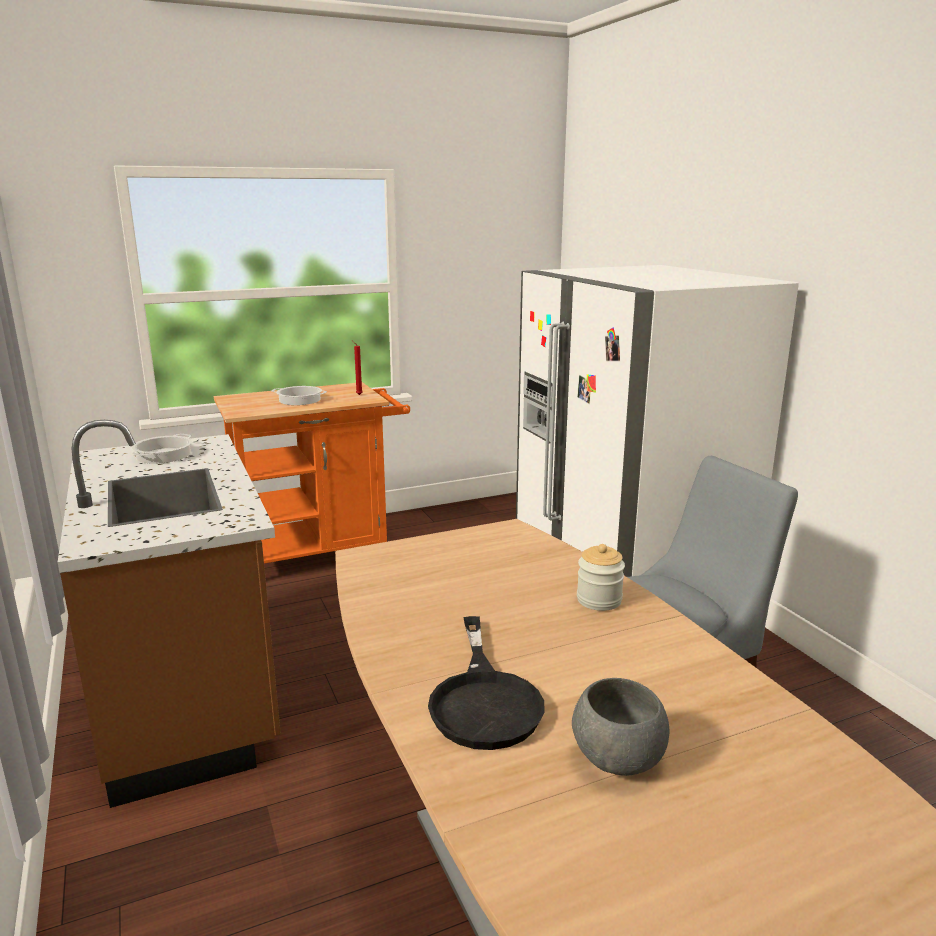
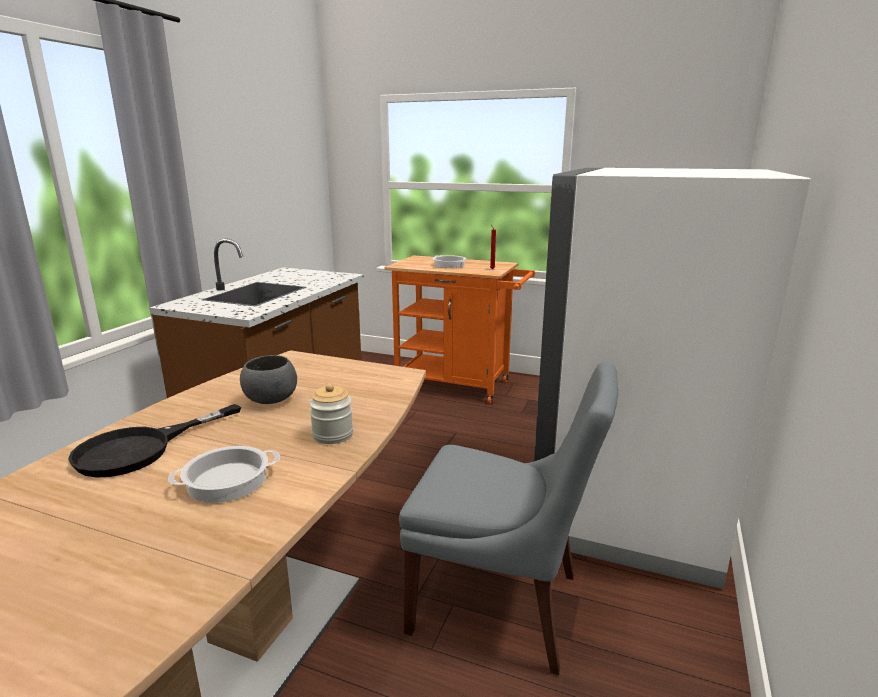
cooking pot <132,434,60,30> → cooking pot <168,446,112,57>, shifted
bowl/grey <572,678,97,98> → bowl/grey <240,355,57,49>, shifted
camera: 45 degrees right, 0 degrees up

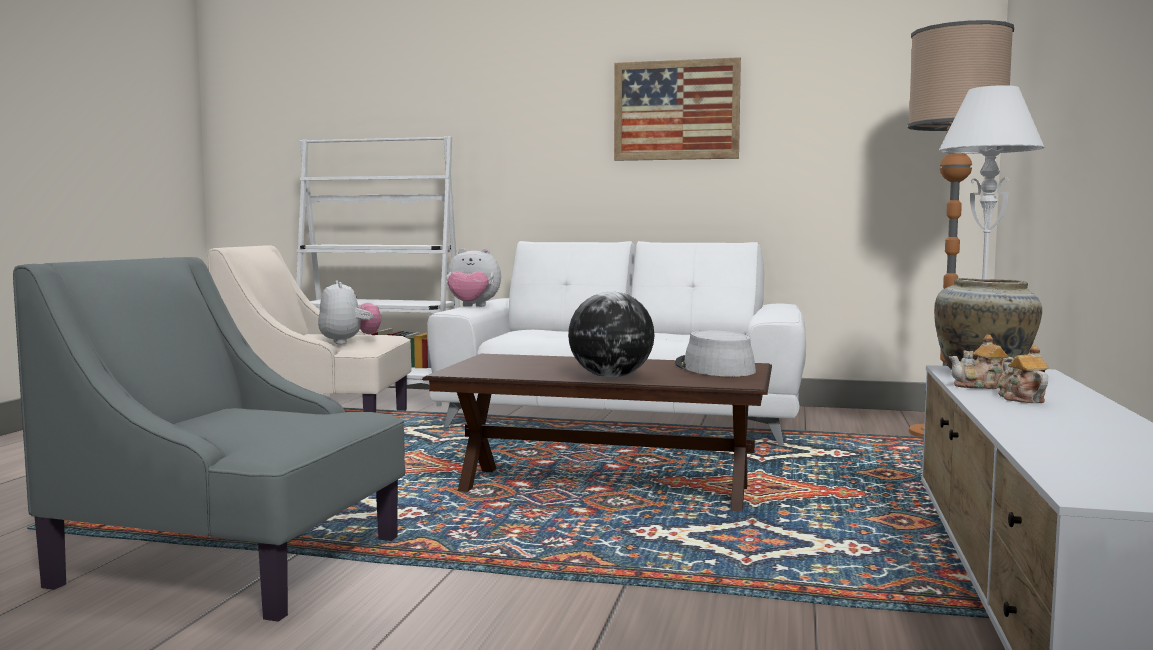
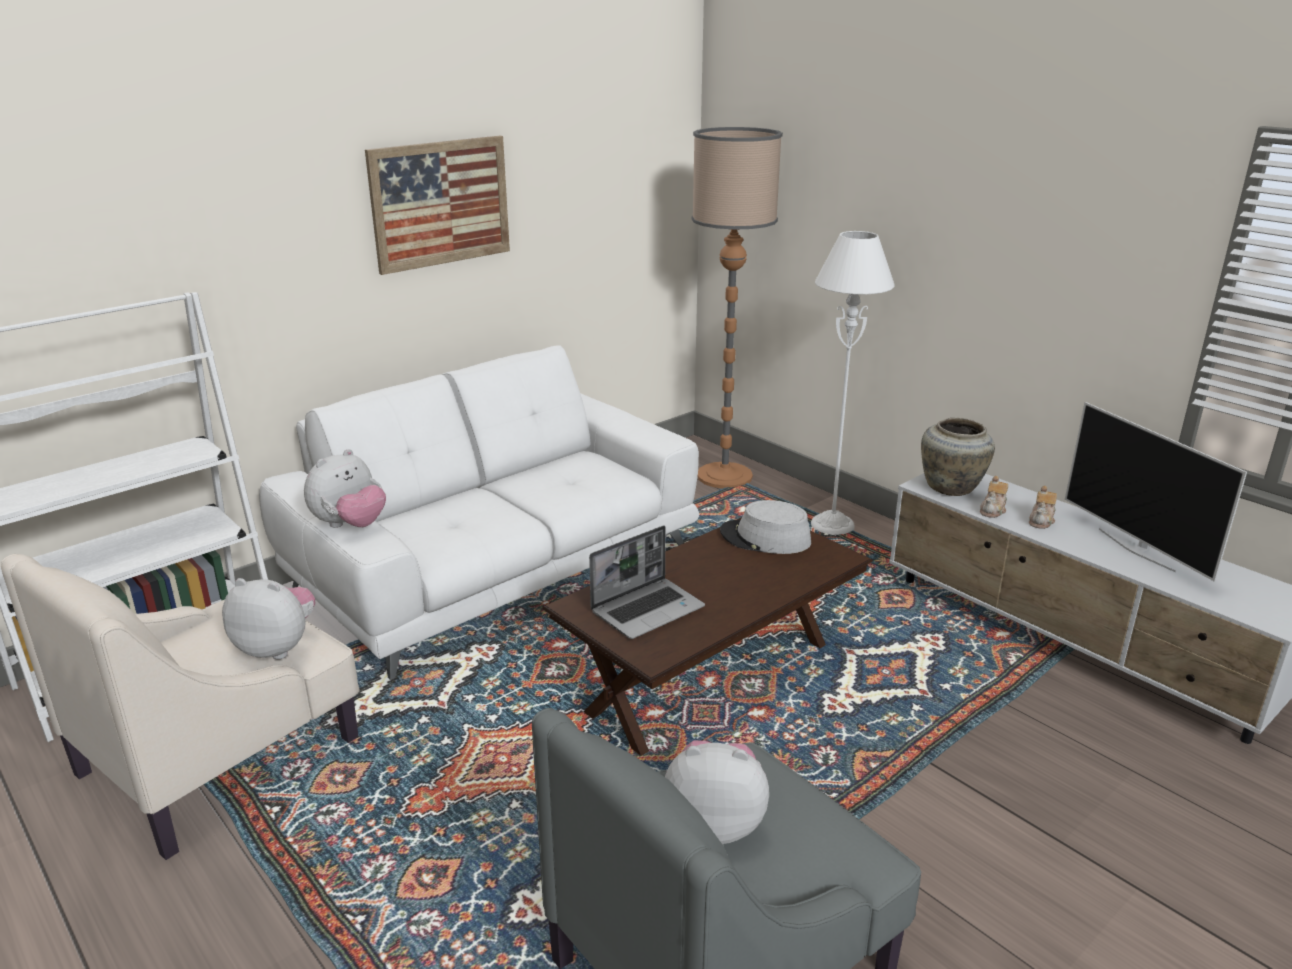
globe <568,292,86,86> → -
teapot <998,345,51,58> → teapot <1029,486,28,43>, 90 degrees counterclockwise
- → laptop <589,526,116,113>
- → plush toy <665,740,104,104>
- → television <1065,402,182,180>
camera: 55 degrees left, 20 degrees up

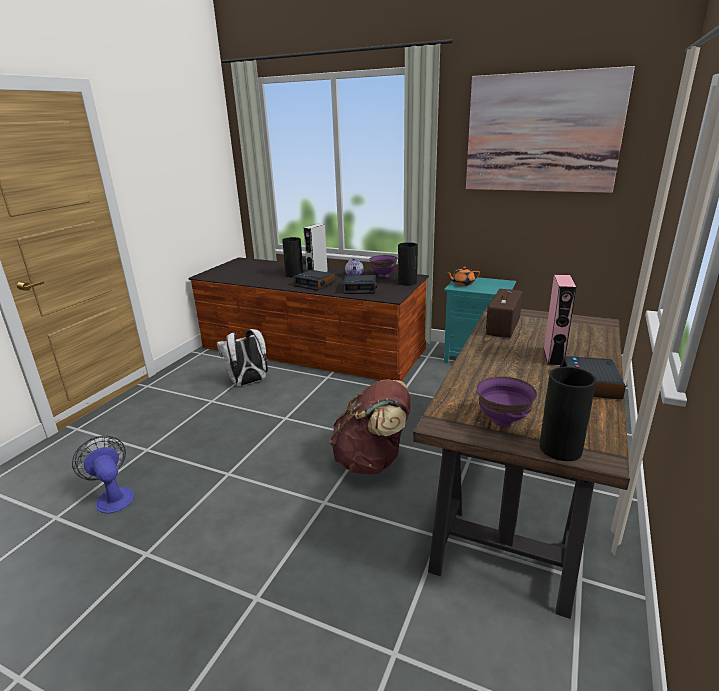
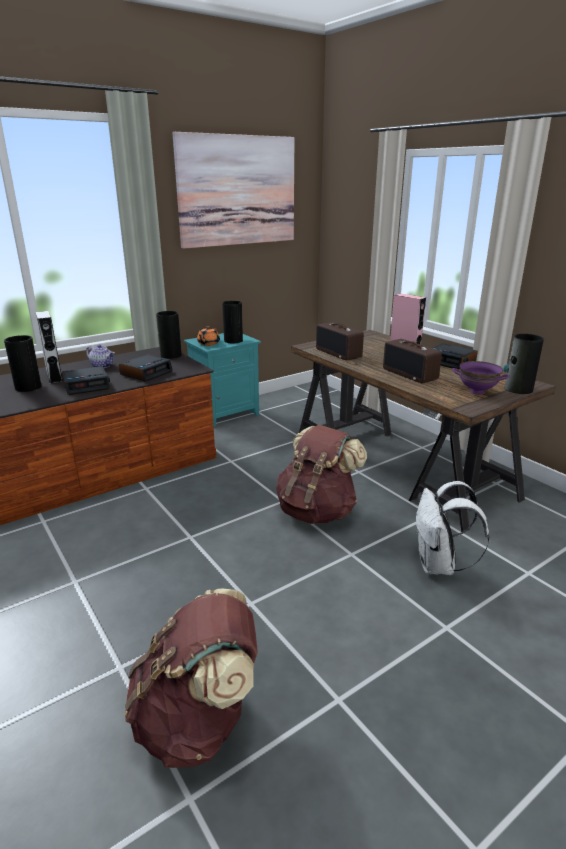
fan <72,435,62,79> → backpack/brown <124,588,134,180>
backpack/white <217,329,51,57> → backpack/white <416,481,73,94>, shifted
bowl/purple <370,255,28,22> → -
- → vase <222,301,21,43>
- → radio <383,339,59,44>
camera: 60 degrees left, 0 degrees up

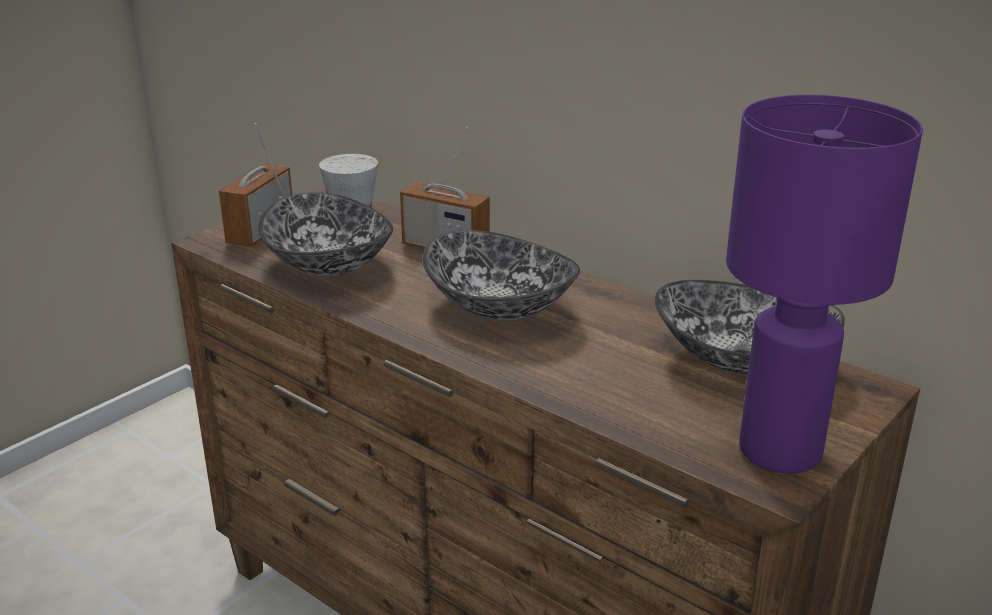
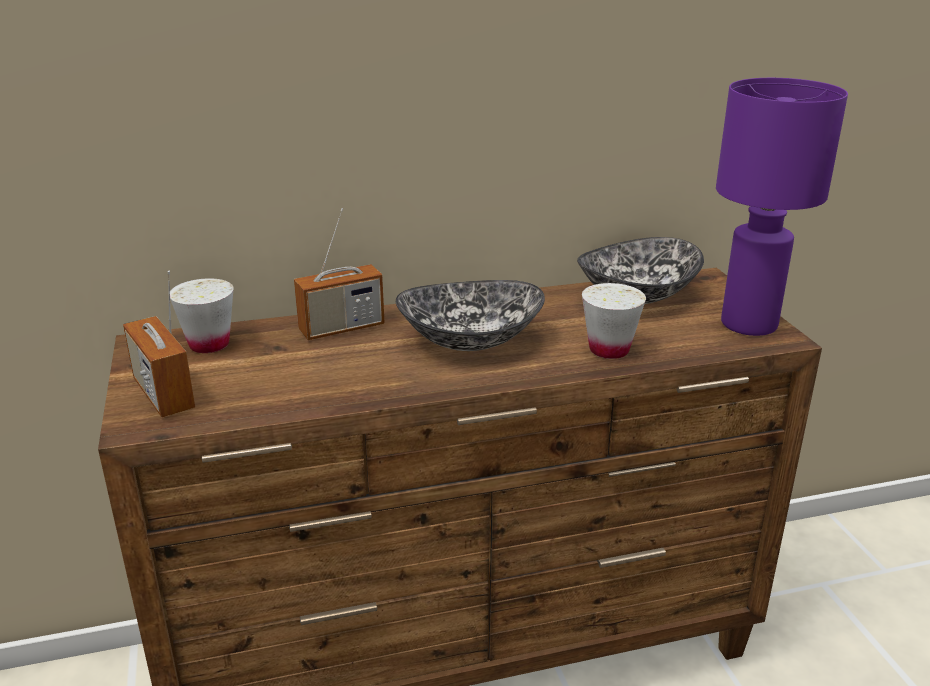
bowl <258,192,135,85> → -
- → cup/white <582,283,64,76>
camera: 55 degrees left, 0 degrees up

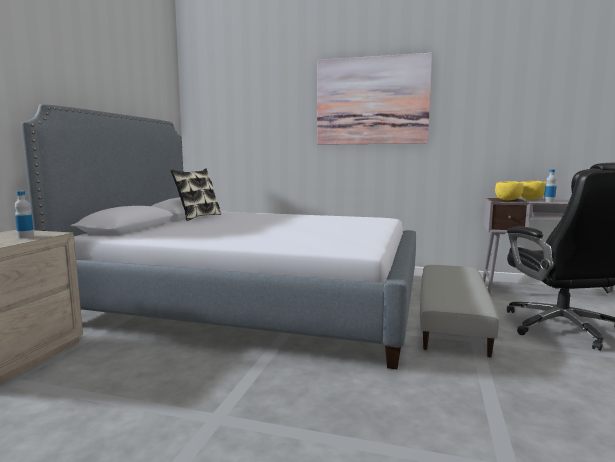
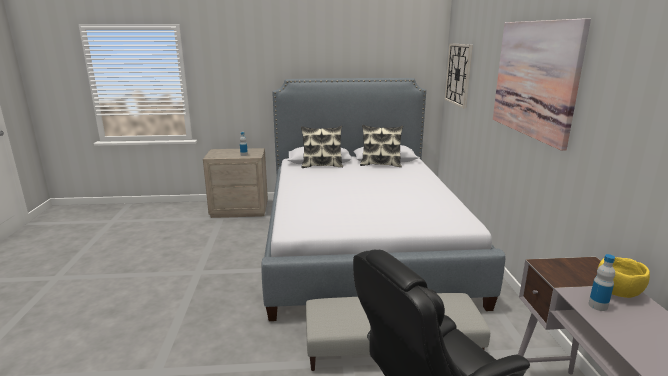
bowl/yellow <495,181,28,19> → -
- → pillow <301,126,42,42>
- → wall clock <445,43,28,66>
camera: 70 degrees right, 10 degrees up

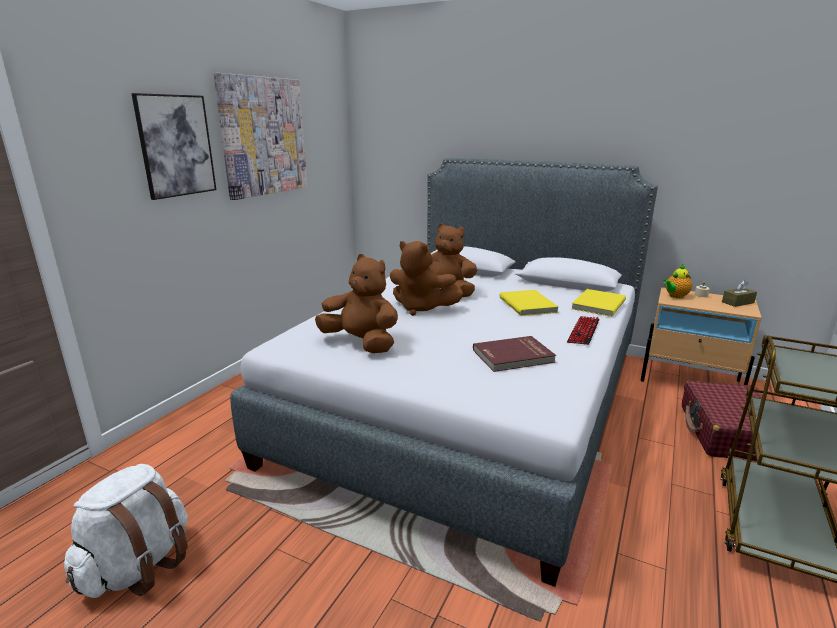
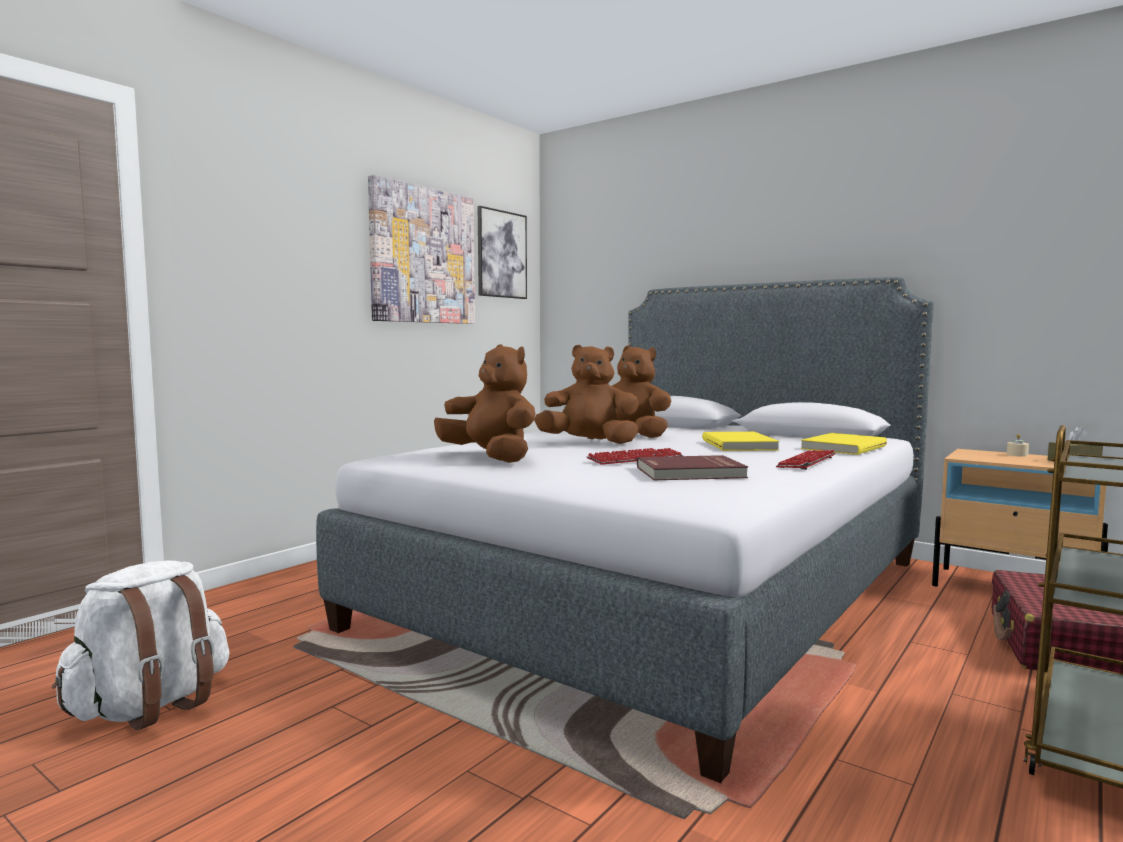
picture <131,93,86,107> → picture <478,206,49,93>, shifted
plush toy/brown <390,241,73,75> → plush toy/brown <534,345,105,99>, 150 degrees clockwise
teapot <663,264,29,34> → -
- → keyboard <587,448,96,17>
camera: 10 degrees right, 15 degrees down

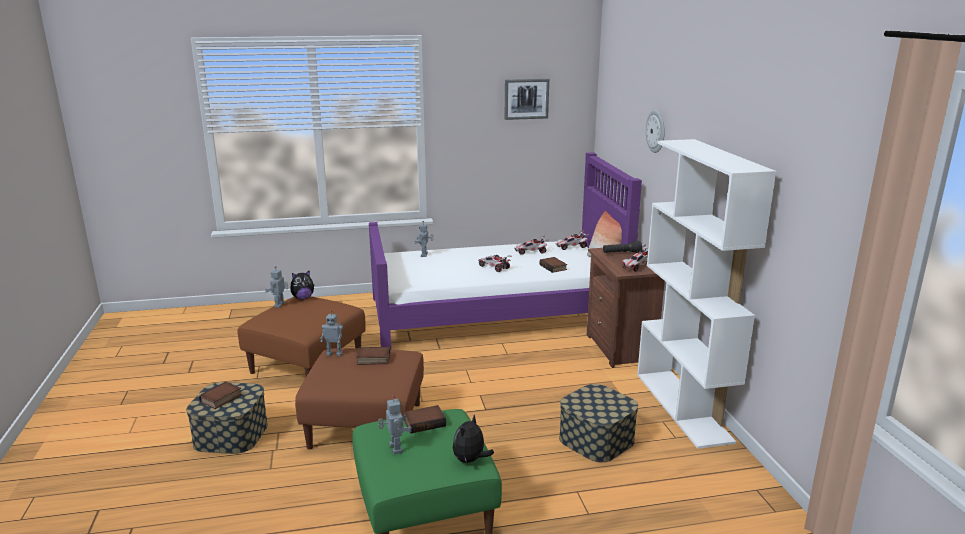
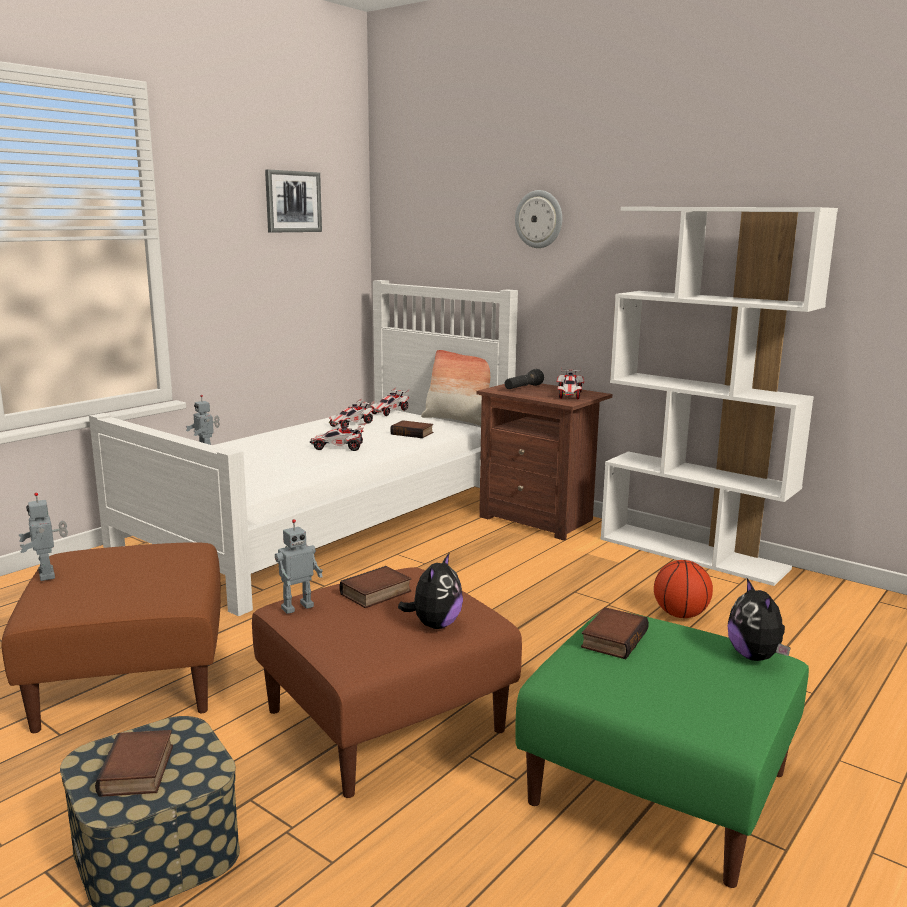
plush toy <290,270,24,30> → plush toy <398,552,65,77>, shifted
bed/purple <369,152,273,198> → bed/white <89,280,429,336>
toy robot <378,395,34,59> → -
storage box <559,384,79,78> → basketball <654,560,59,58>
camera: 40 degrees left, 5 degrees down

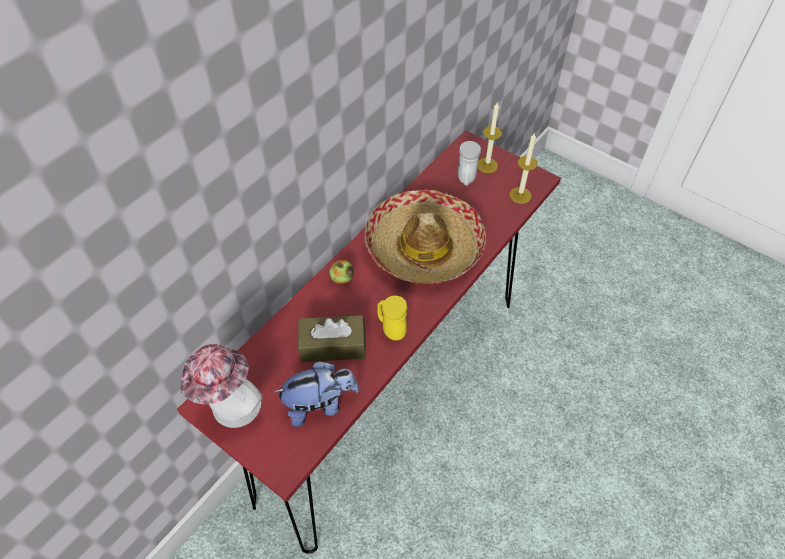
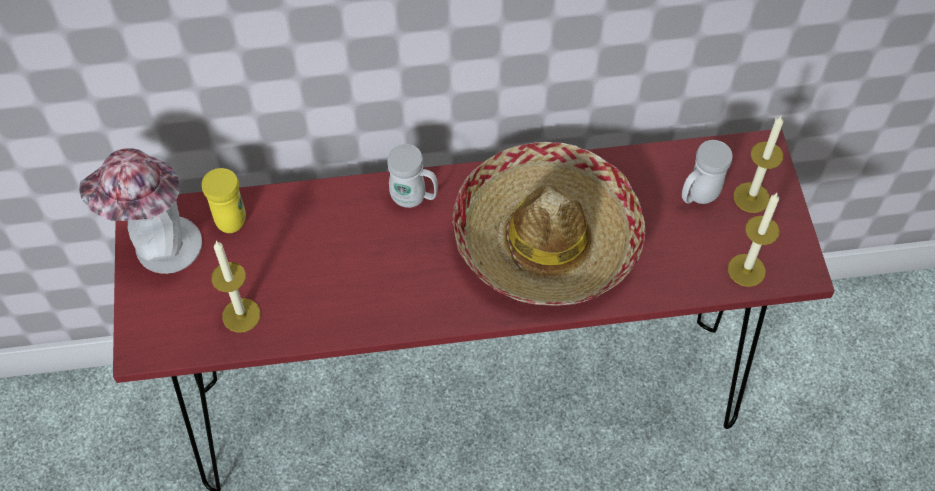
plush toy <273,361,86,66> → candle <211,240,50,93>
tissue box/brown <298,315,68,47> → -
apple <330,260,24,24> → mug/white <387,144,51,64>
mug/yellow <377,296,31,44> → mug/yellow <202,168,44,65>, shifted
camera: 45 degrees right, 5 degrees up

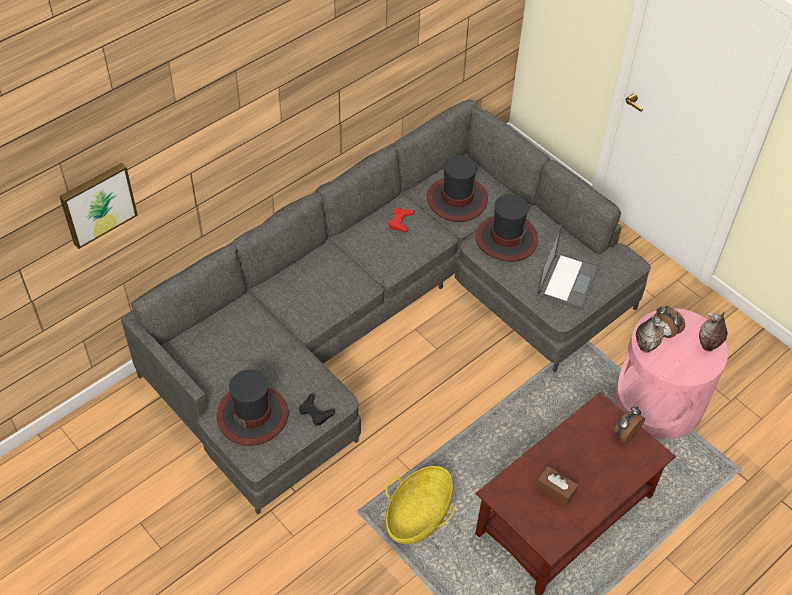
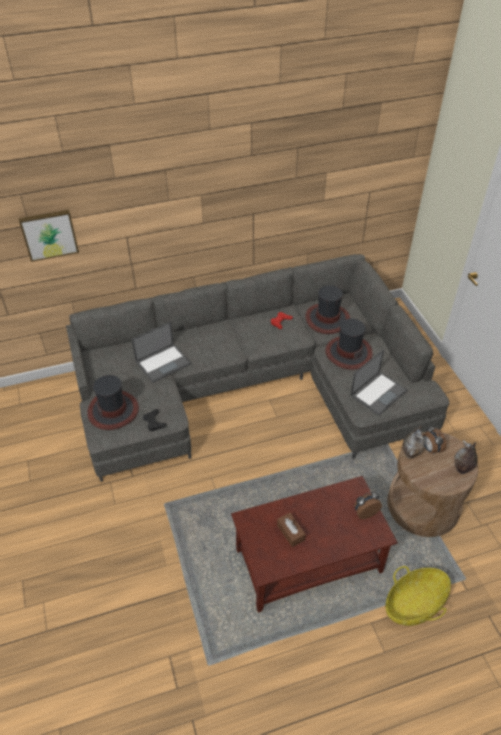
basket <385,466,70,78> → basket <386,566,65,60>, shifted
side table/pink <614,308,114,131> → side table/brown <387,432,91,105>
- → laptop <132,321,59,62>
camera: 25 degrees right, 5 degrees down

